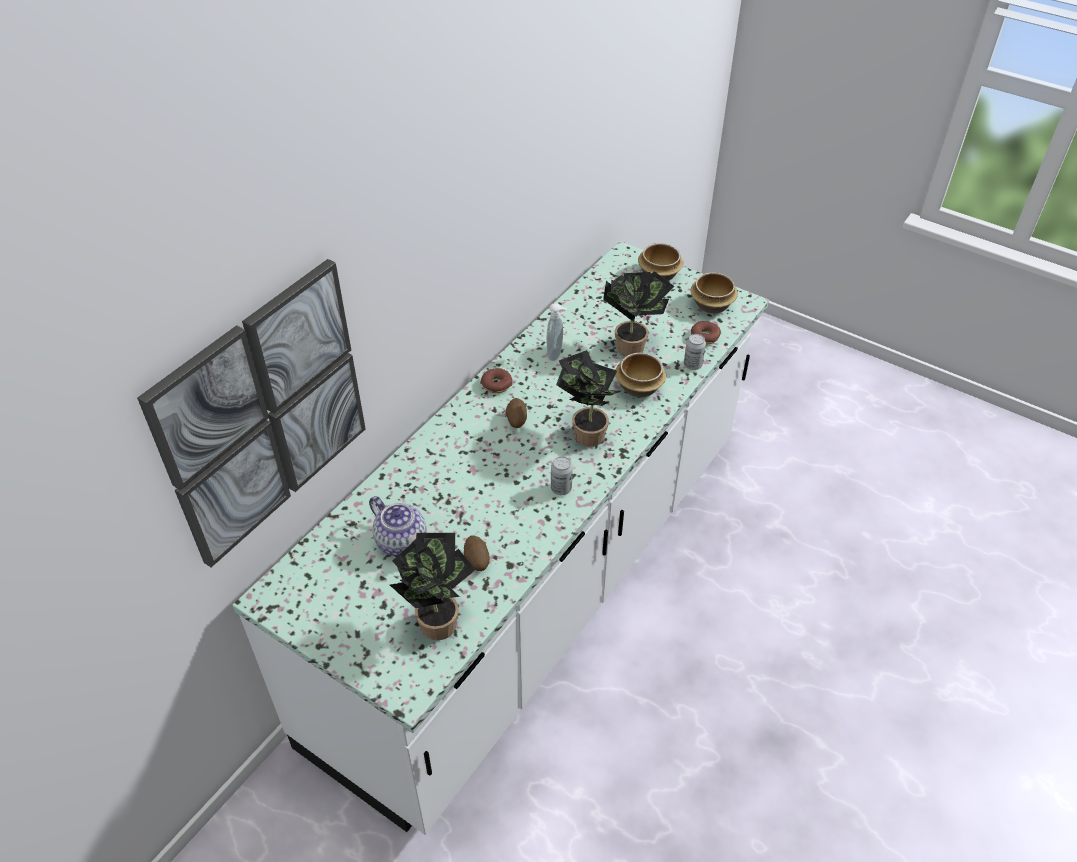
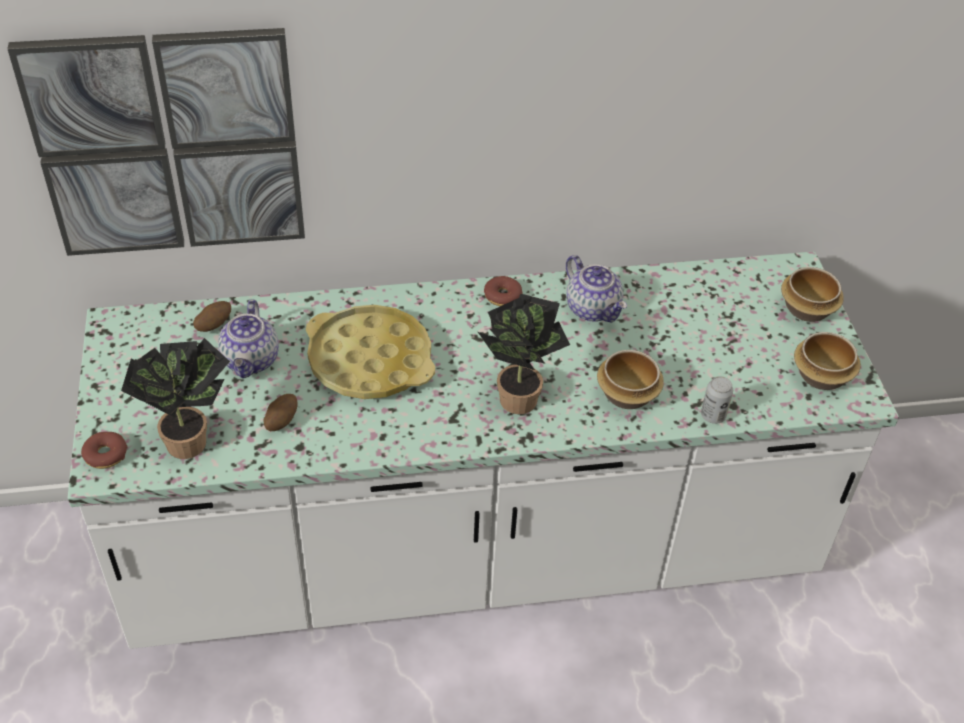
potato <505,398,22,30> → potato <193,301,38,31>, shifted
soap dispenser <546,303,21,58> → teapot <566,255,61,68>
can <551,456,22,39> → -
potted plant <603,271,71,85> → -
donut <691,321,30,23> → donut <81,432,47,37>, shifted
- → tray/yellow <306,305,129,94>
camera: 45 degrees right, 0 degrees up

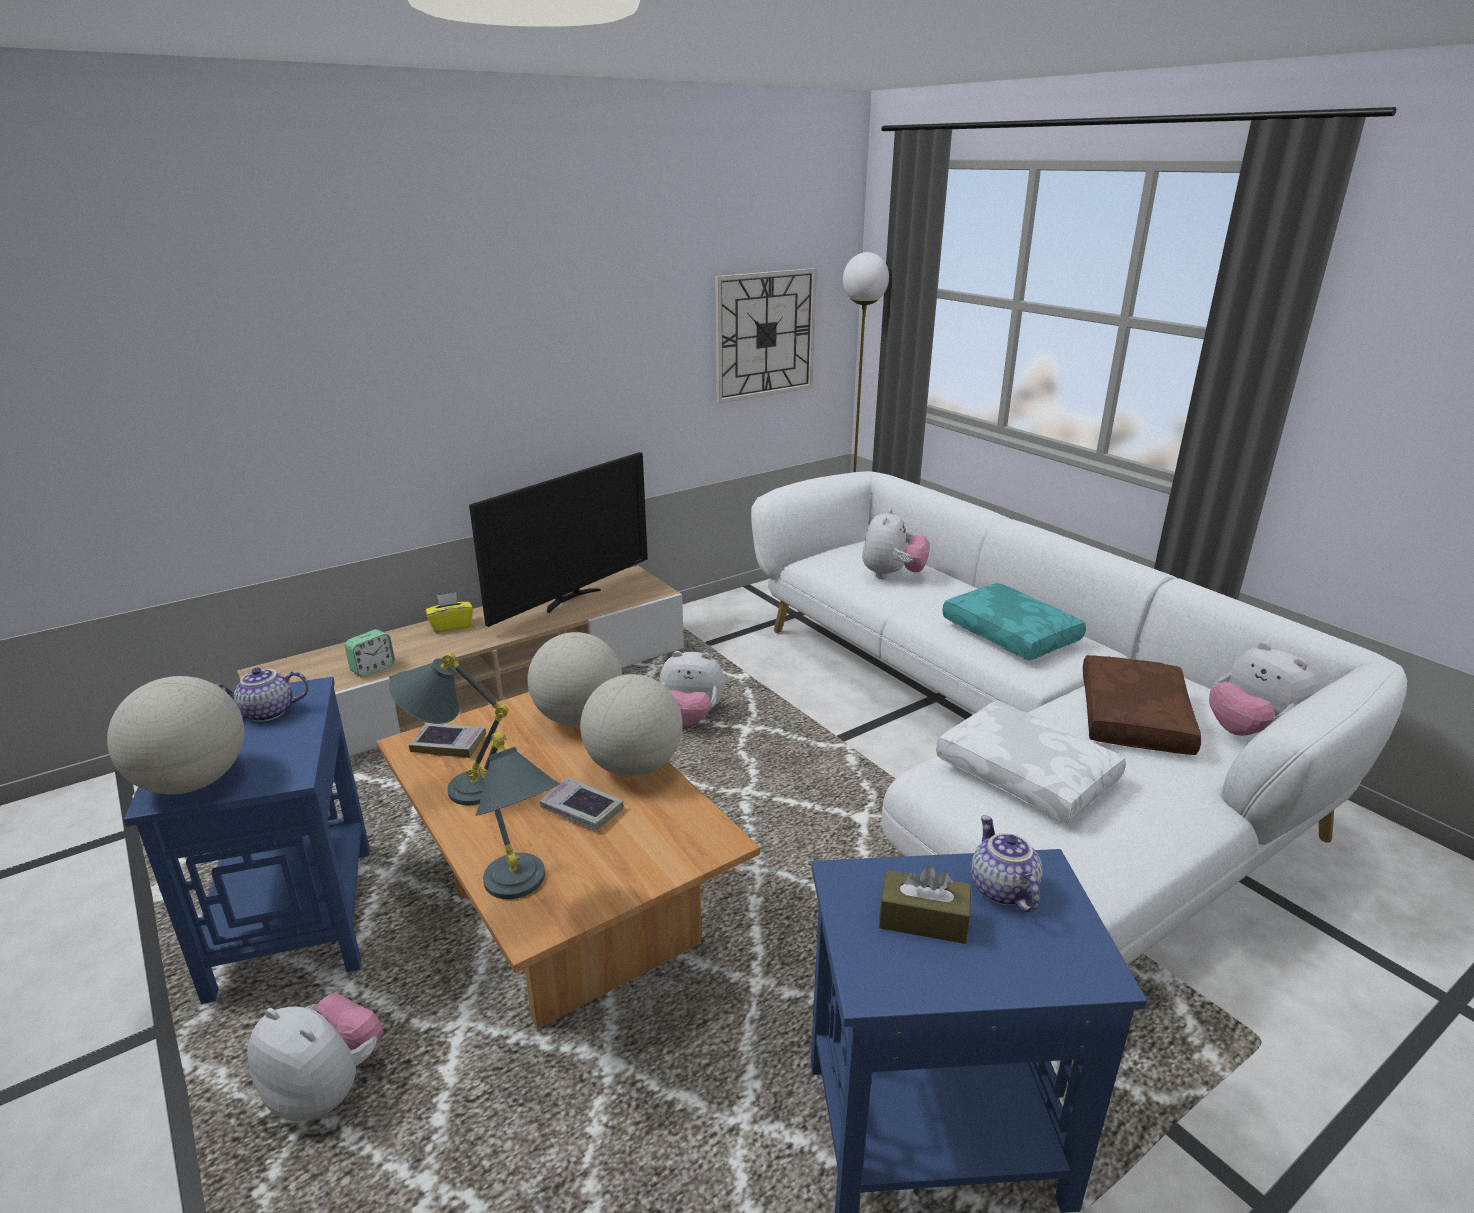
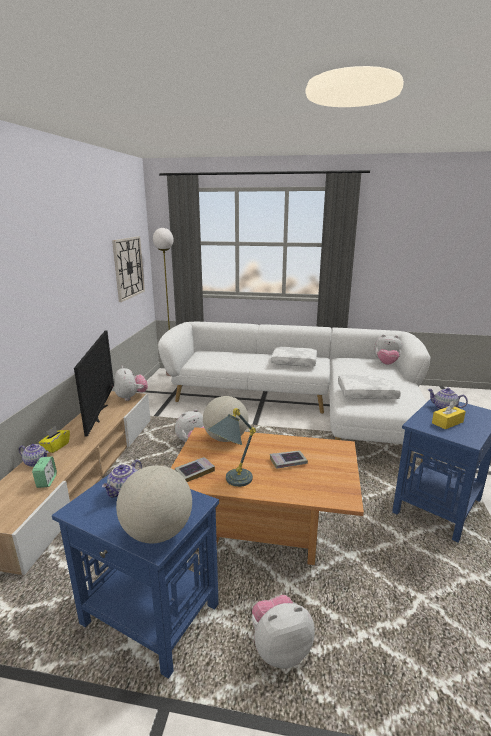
table lamp/grey <475,732,85,167> → -
globe <580,674,103,103> → -
plush toy <862,508,68,71> → plush toy <114,366,34,35>, shifted
tissue box/brown <879,866,92,78> → tissue box/yellow <432,401,34,28>
pillow/turquoise <942,583,144,77> → pillow/white <271,347,46,20>
pillow/brown <1083,655,118,100> → -
- → teapot <19,444,30,23>
camera: 45 degrees left, 5 degrees down

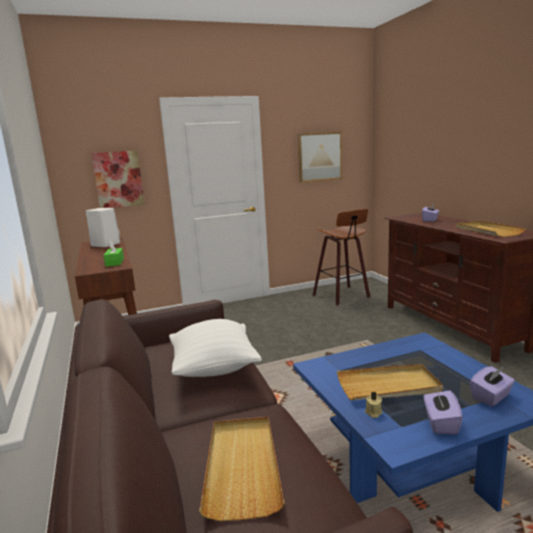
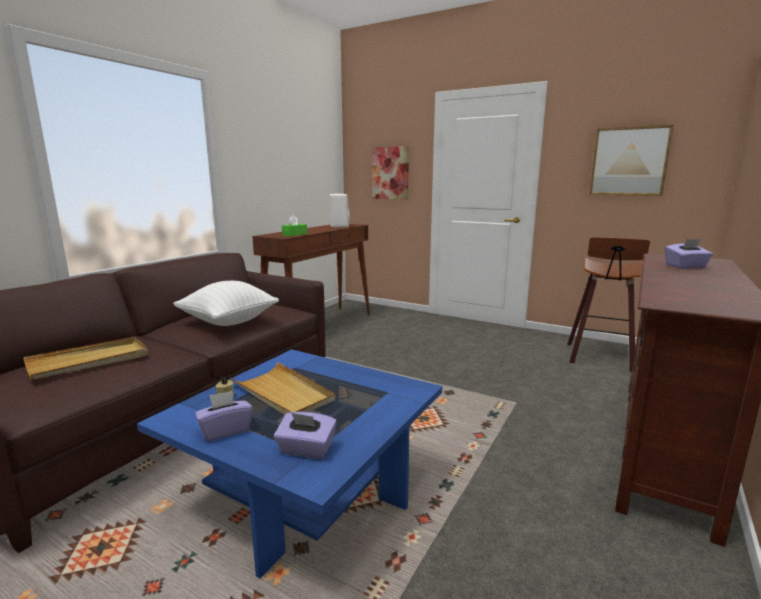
tray/beige <456,221,70,16> → -
camera: 50 degrees right, 0 degrees up

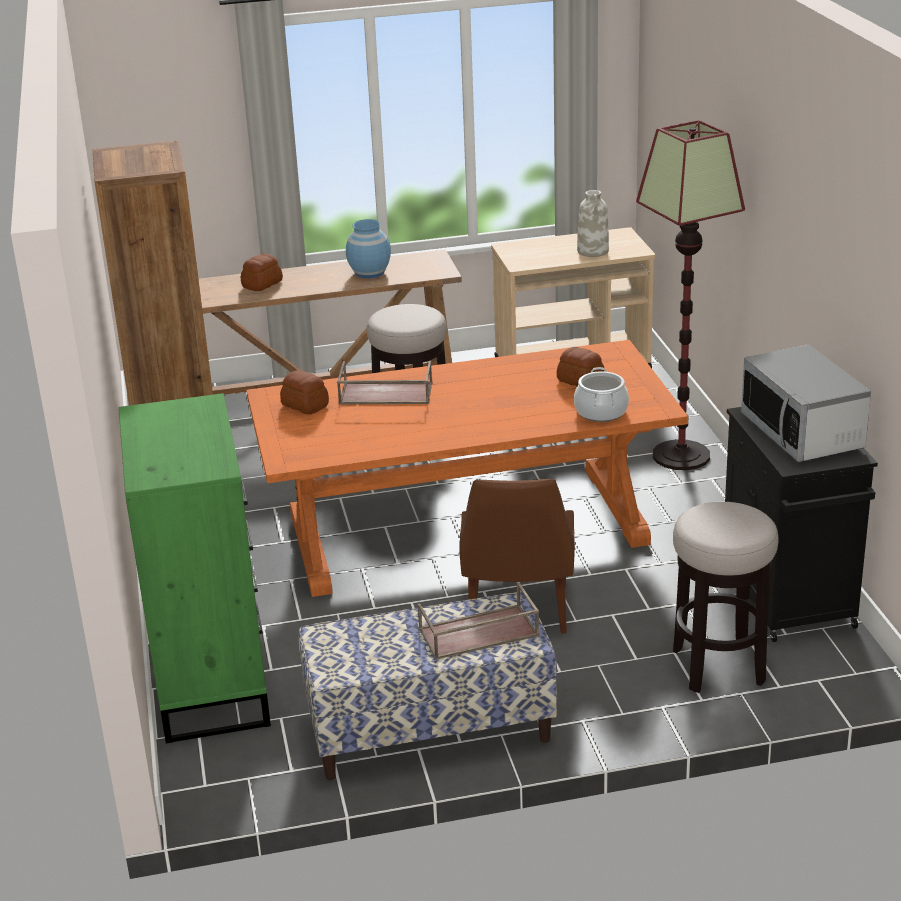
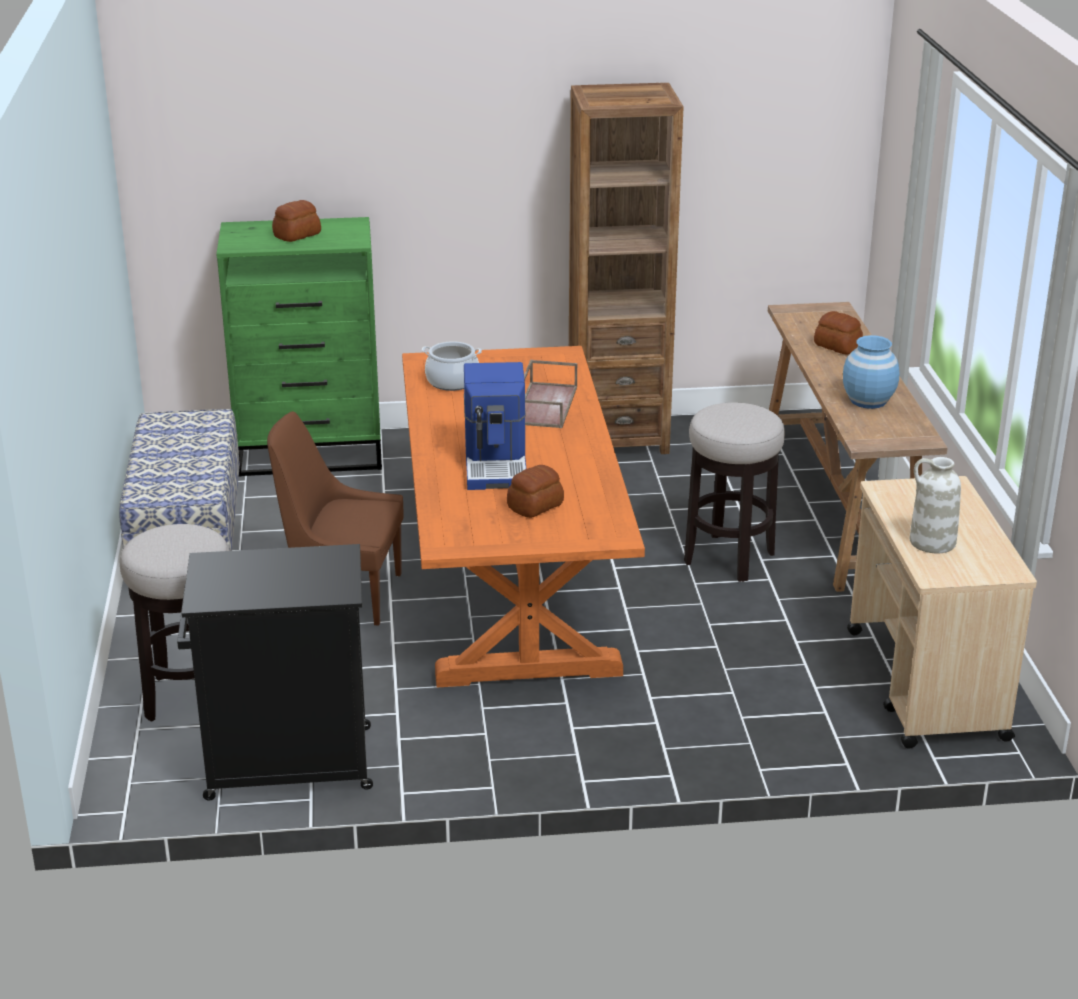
bread <280,370,49,45> → bread <272,200,49,42>, shifted
tray/brown <418,582,121,78> → -
cooking pot <574,367,55,55> → cooking pot <422,341,60,50>, shifted
floor lamp <636,120,109,350> → -
microwave <741,344,130,118> → -
- → coffee machine <464,362,62,128>
camera: 95 degrees right, 0 degrees up

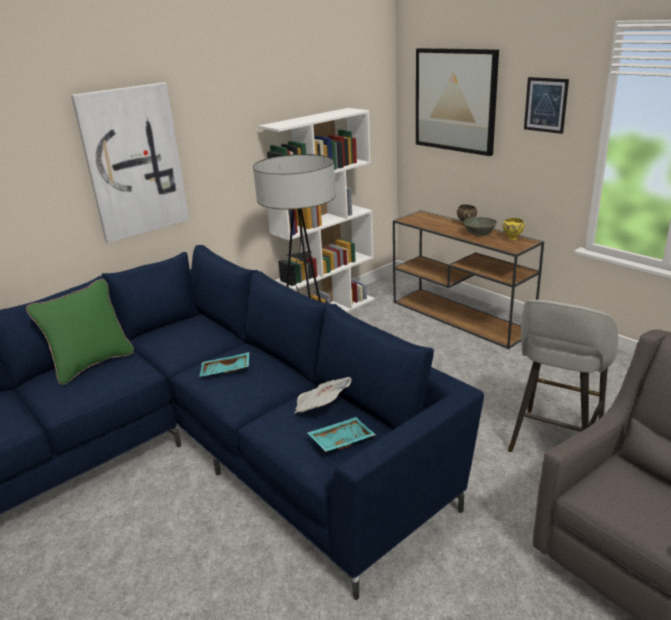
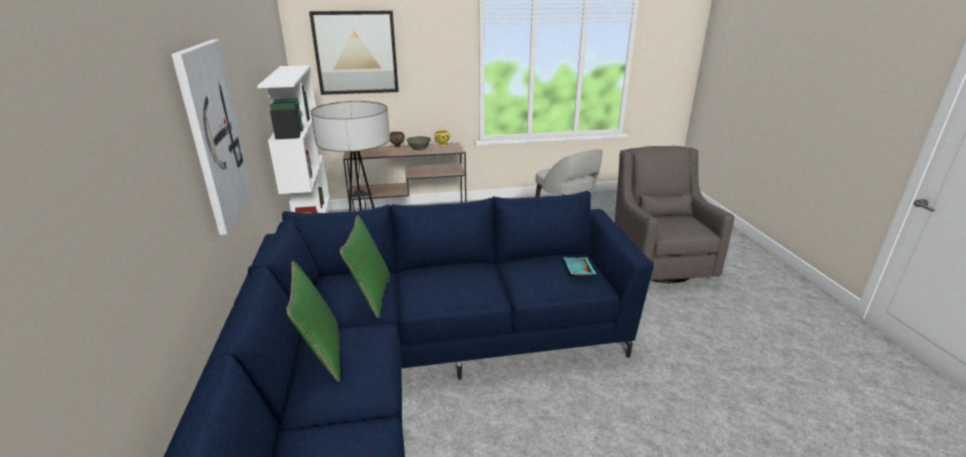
tray/turquoise <199,352,51,25> → -
newspaper <294,377,58,37> → -
picture <524,77,45,57> → -
- → pillow/green <340,215,51,103>
camera: 60 degrees left, 0 degrees up

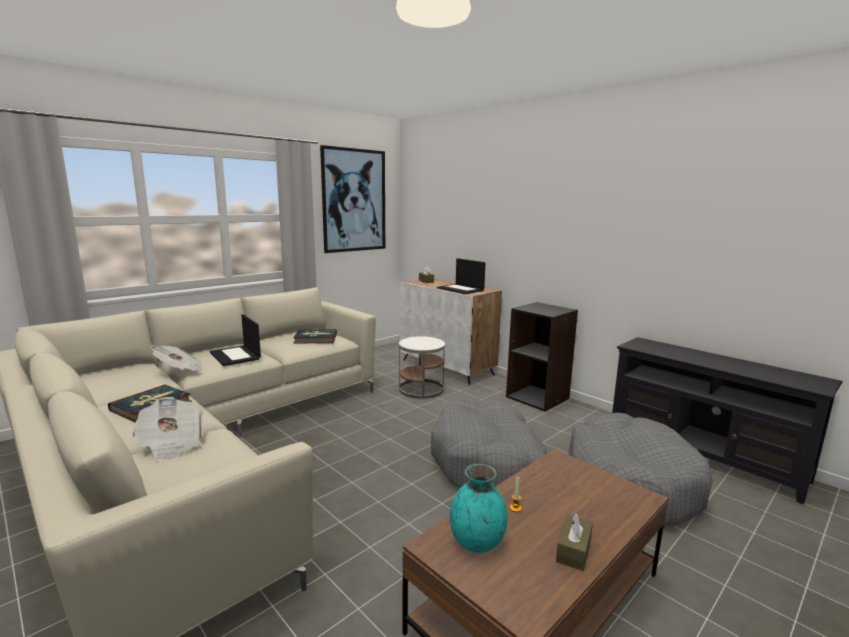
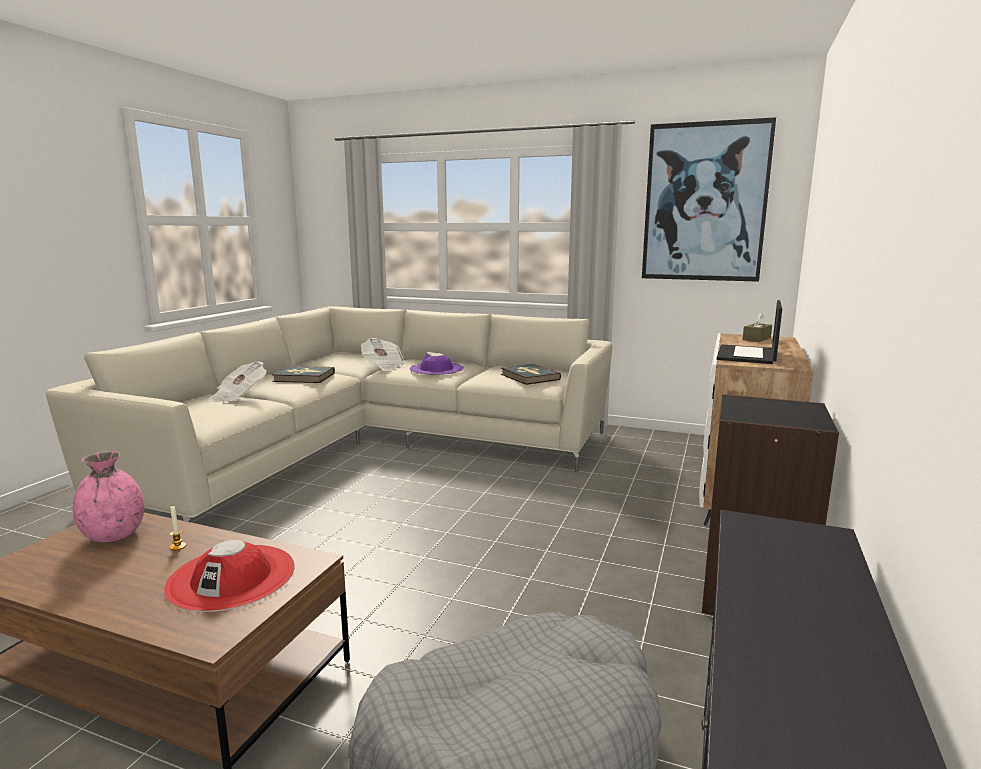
laptop <210,314,51,52> → hat/purple <410,352,54,23>
side table/white <399,336,46,63> → -
dog bed/grey <431,399,116,89> → -
vase/turquoise <450,464,58,89> → vase/pink <73,451,72,91>
tissue box/brown <556,512,37,59> → -
- → hat/red <164,540,131,72>
camera: 65 degrees right, 0 degrees up

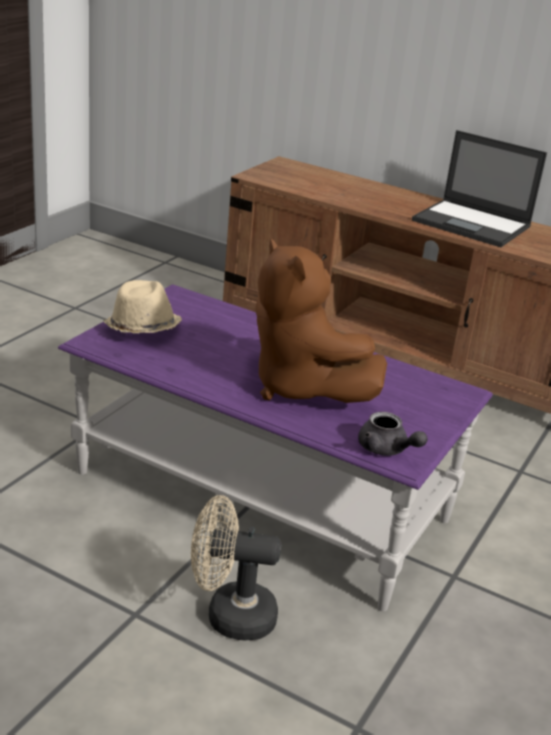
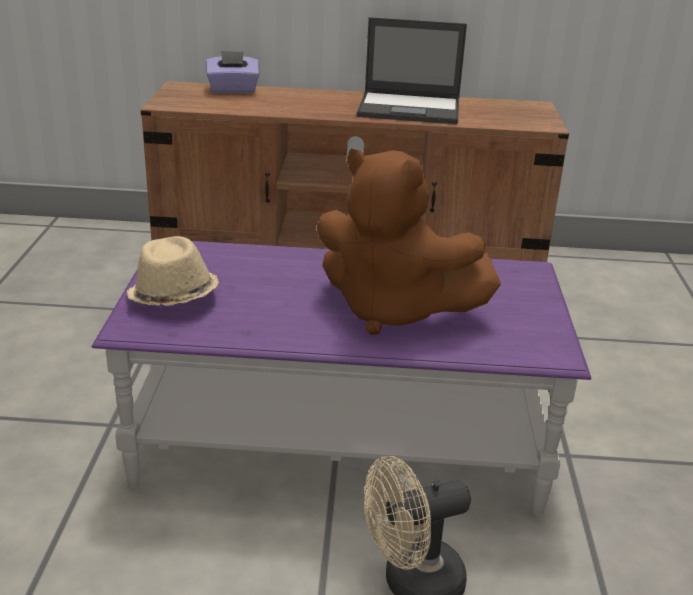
teapot/grey <358,412,70,44> → -
- → tissue box/purple <206,51,53,42>
camera: 25 degrees left, 0 degrees up

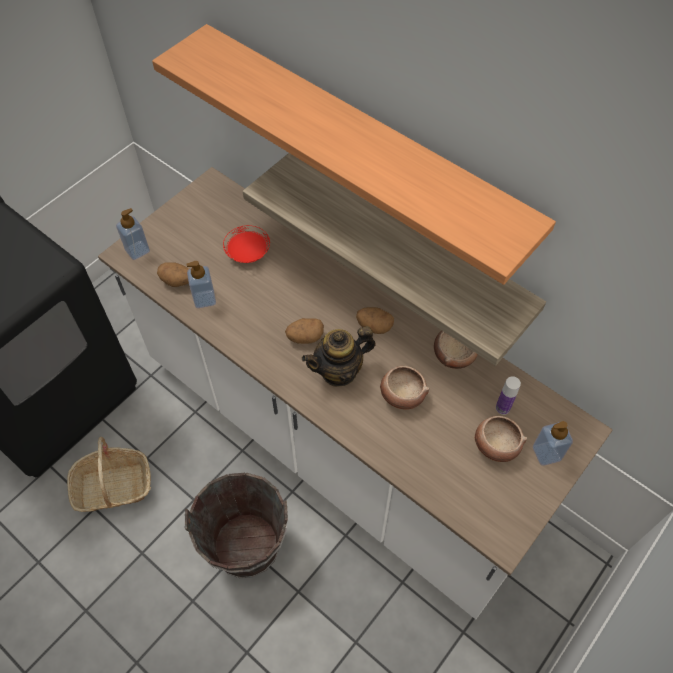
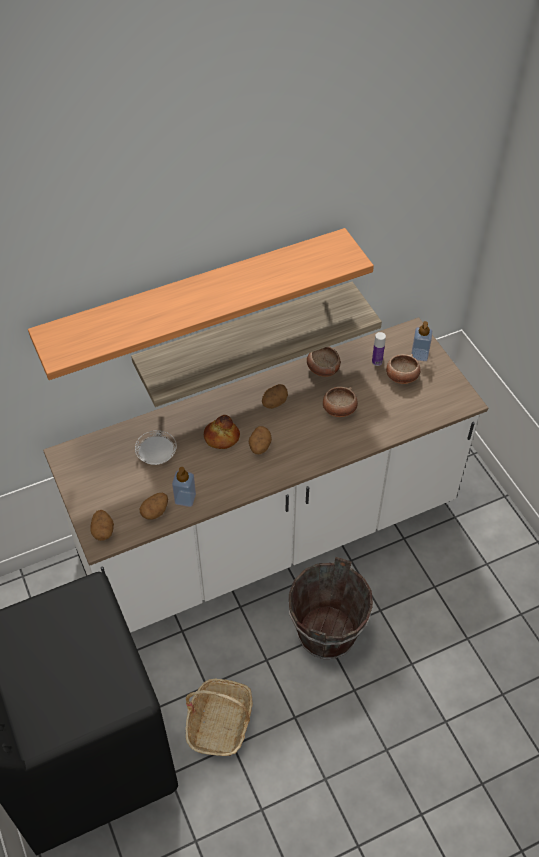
soap dispenser <116,208,34,52> → potato <90,510,24,31>
plate/red <223,225,47,38> → plate/white <135,430,42,35>
teapot <302,326,74,61> → -
- → bread <204,415,36,34>
camera: 65 degrees left, 5 degrees down

